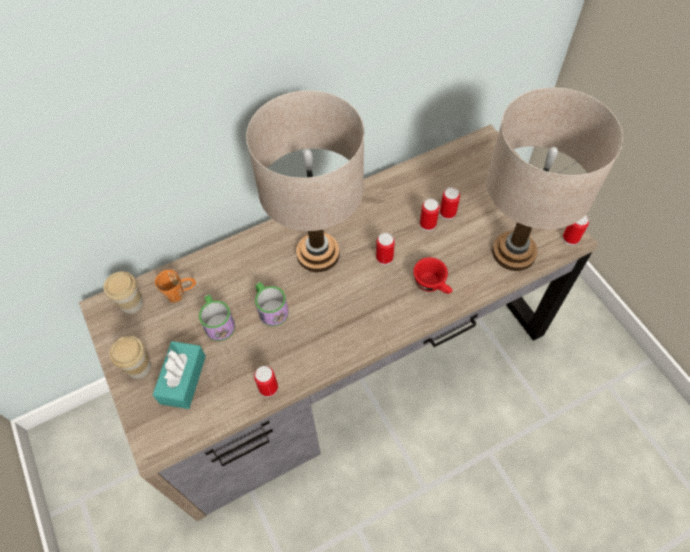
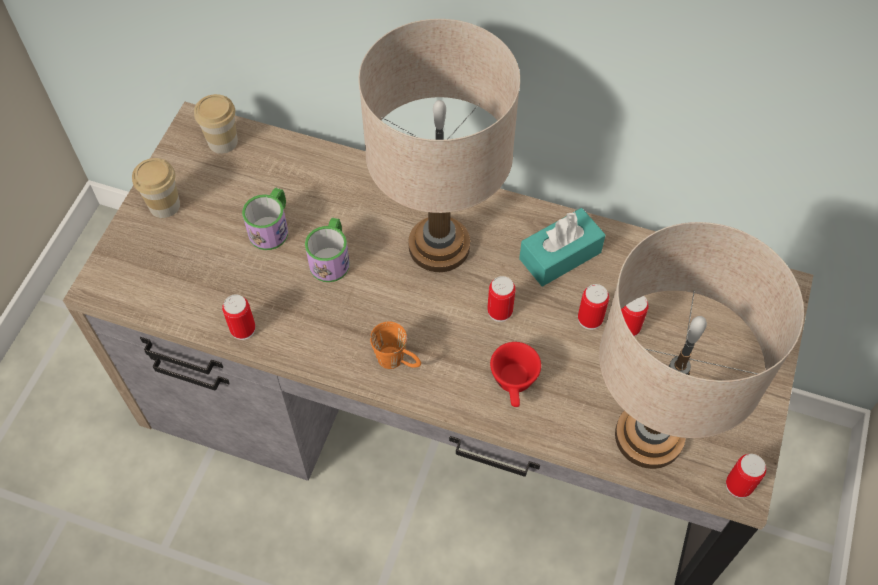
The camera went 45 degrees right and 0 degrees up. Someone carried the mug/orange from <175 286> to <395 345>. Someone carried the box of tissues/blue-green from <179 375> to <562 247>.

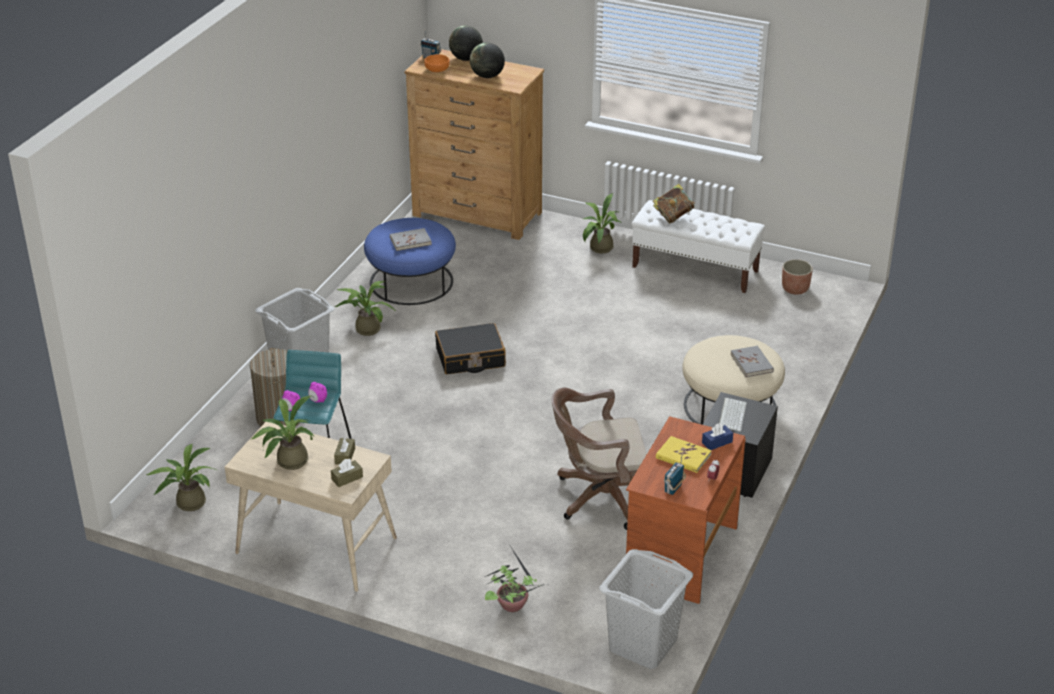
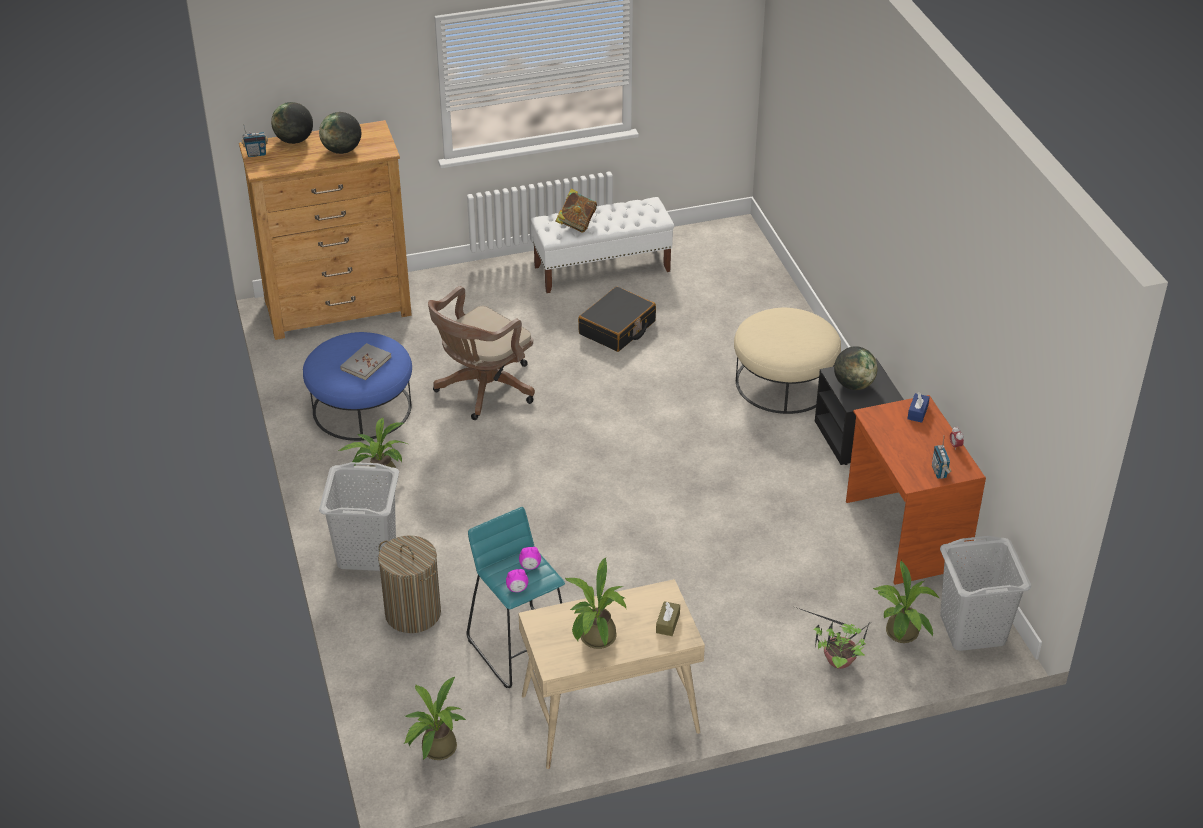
The camera went 40 degrees left and 5 degrees up. Someone took away the deep dish/orange at <437 63>. Someone carried the houseplant from <601 223> to <906 601>. Someone took away the planter at <797 277>. Someone carried the travel case/black from <470 348> to <617 319>. Someone took away the volume/gray at <752 361>. Someone carried the office chair/brownish from <599 459> to <481 353>. Someone swapped the computer keyboard at <733 415> for the globe at <856 368>. Someone took away the box of tissues/brownish at <344 450>. Someone took away the volume/yellow-coloured at <684 454>.

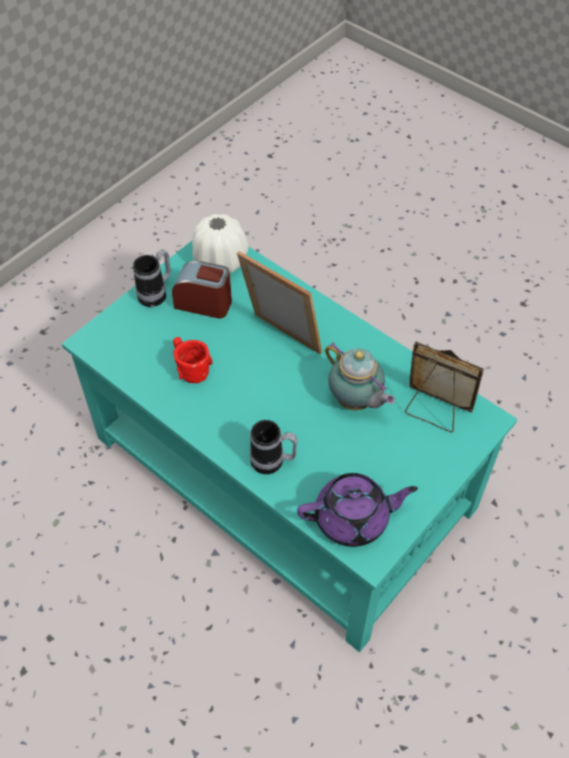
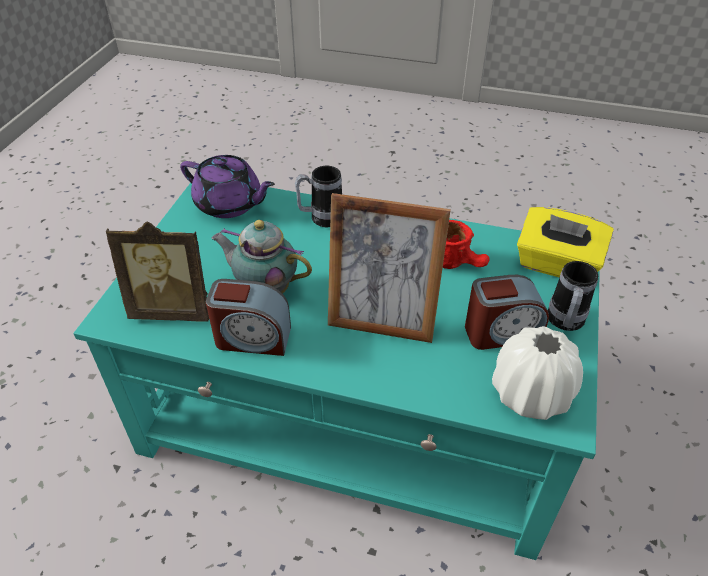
The camera went 155 degrees right and 10 degrees down. Someone rotated the tea pot/purplish at <357 510> by 120 degrees counterclockwise. Someone put down the box of tissues/yellow-coloured at <565 242>. Someone put down the bedside clock at <248 317>.

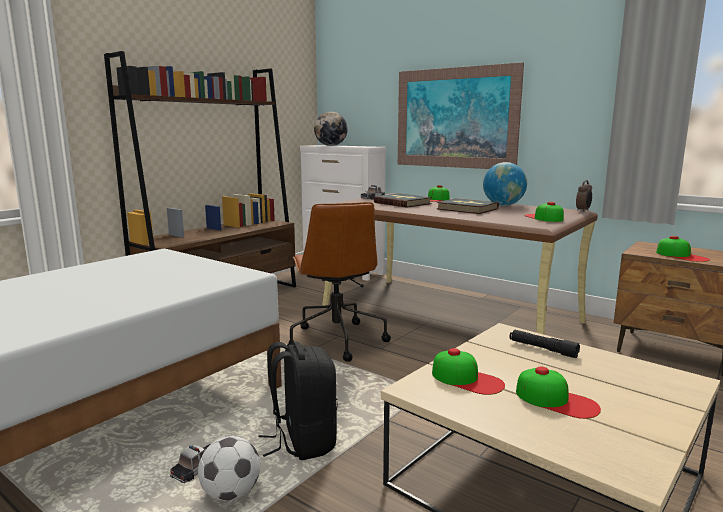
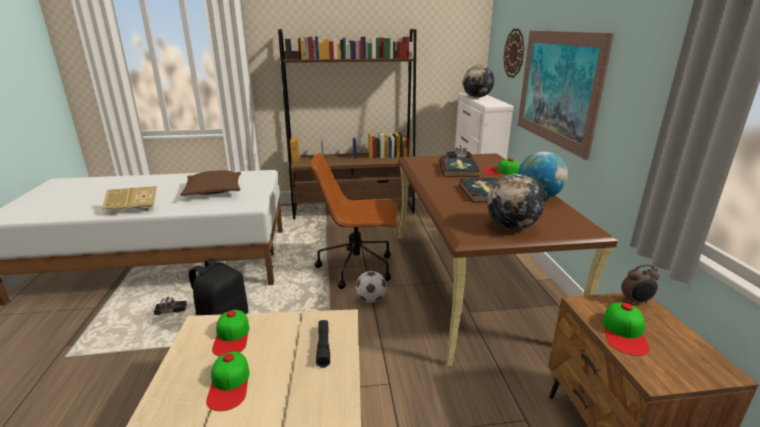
The camera went 45 degrees right and 10 degrees up. Someone carried the bedside clock from <584 196> to <640 284>. Someone rotated the office chair/brownish at <339 282> by 60 degrees clockwise. Someone swapped the cap at <544 212> for the globe at <516 202>. Someone carried the football from <229 468> to <371 287>. Someone put up the wall clock at <514 53>. Someone put down the throw pillow/brownish at <210 183>. Someone put down the volume at <129 200>.

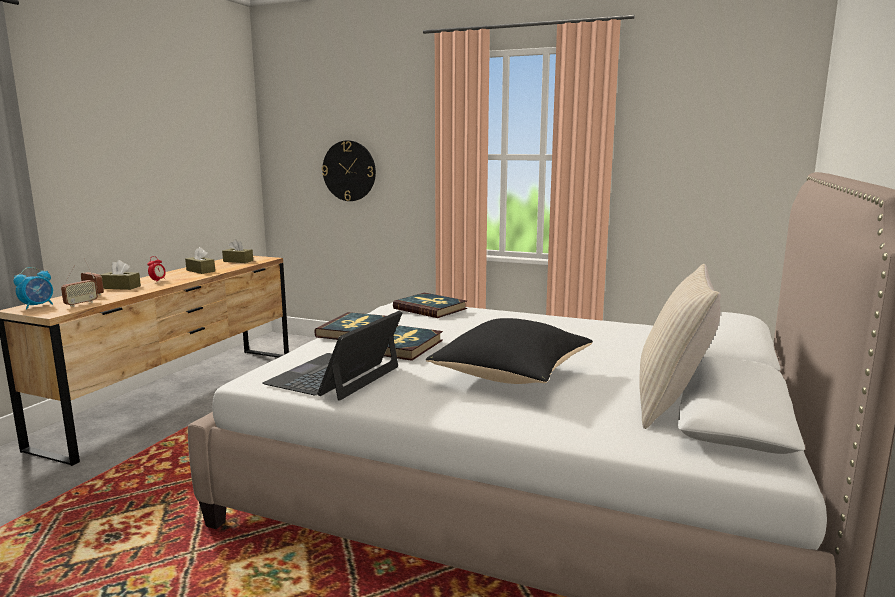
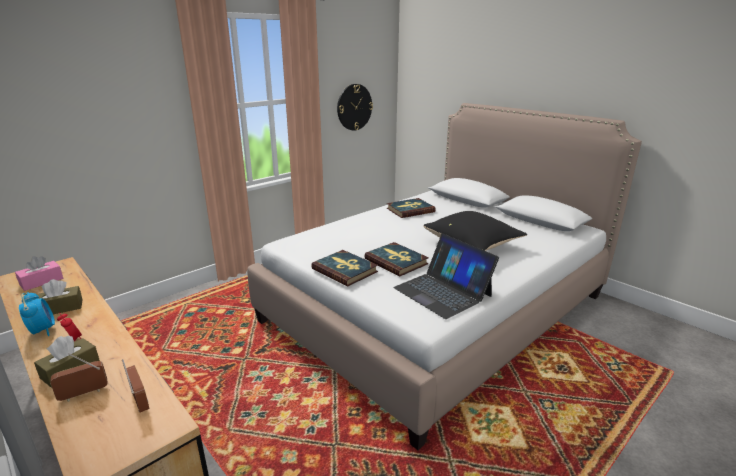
The camera went 65 degrees left and 10 degrees up. Someone carried the wall clock from <349 170> to <355 107>. Someone repainted the box of tissues/brownish at <237 251>, which became the box of tissues/pink-coloured at <39 273>. Someone took away the throw pillow/beige at <680 346>. Someone carried the bedside clock from <33 288> to <37 314>. Someone carried the volume from <430 305> to <411 208>.

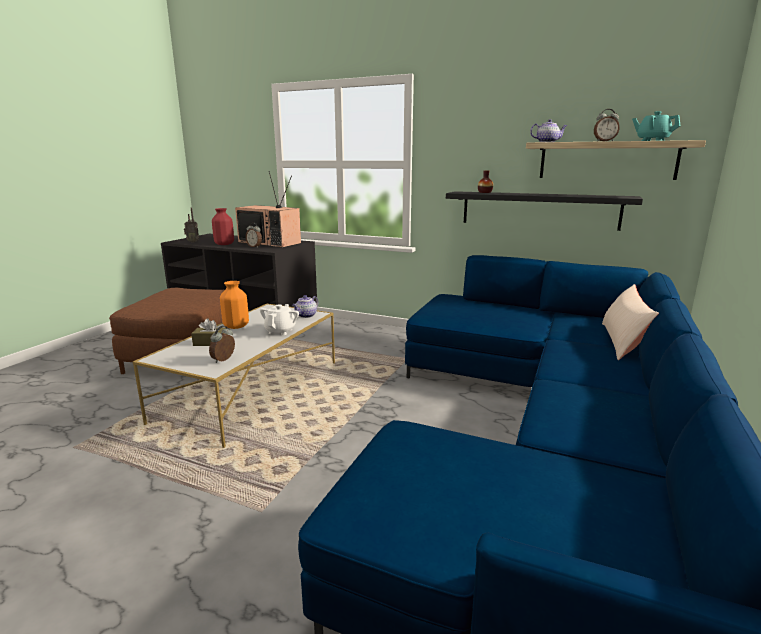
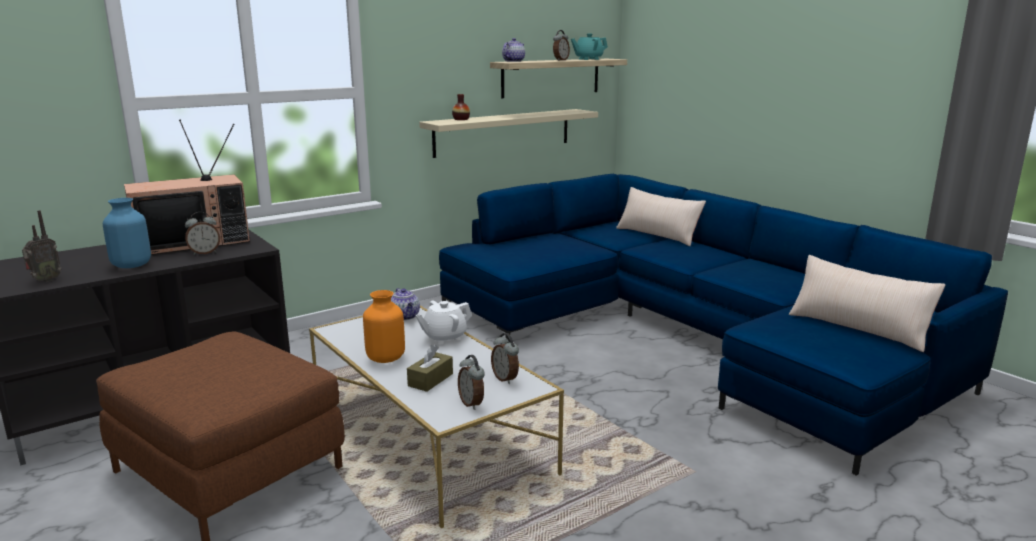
The camera went 60 degrees left and 0 degrees up. Someone repainted the bracket shelf/black at <544 211>, which became the bracket shelf/beige at <508 133>. Someone repainted the vase/red at <223 226>, which became the vase/blue at <127 233>. Someone rotated the tea pot/white-coloured at <279 319> by 75 degrees counterclockwise. Someone put down the throw pillow/beige at <867 303>. Someone put down the bedside clock at <471 382>.

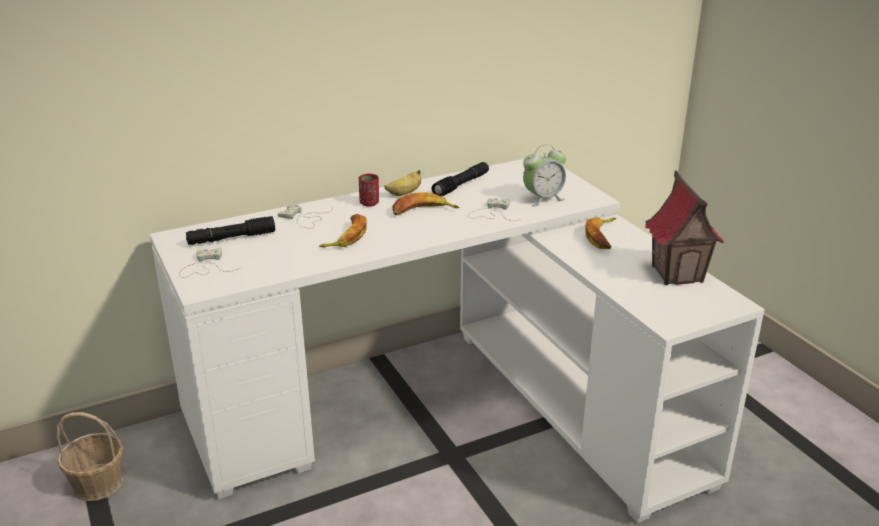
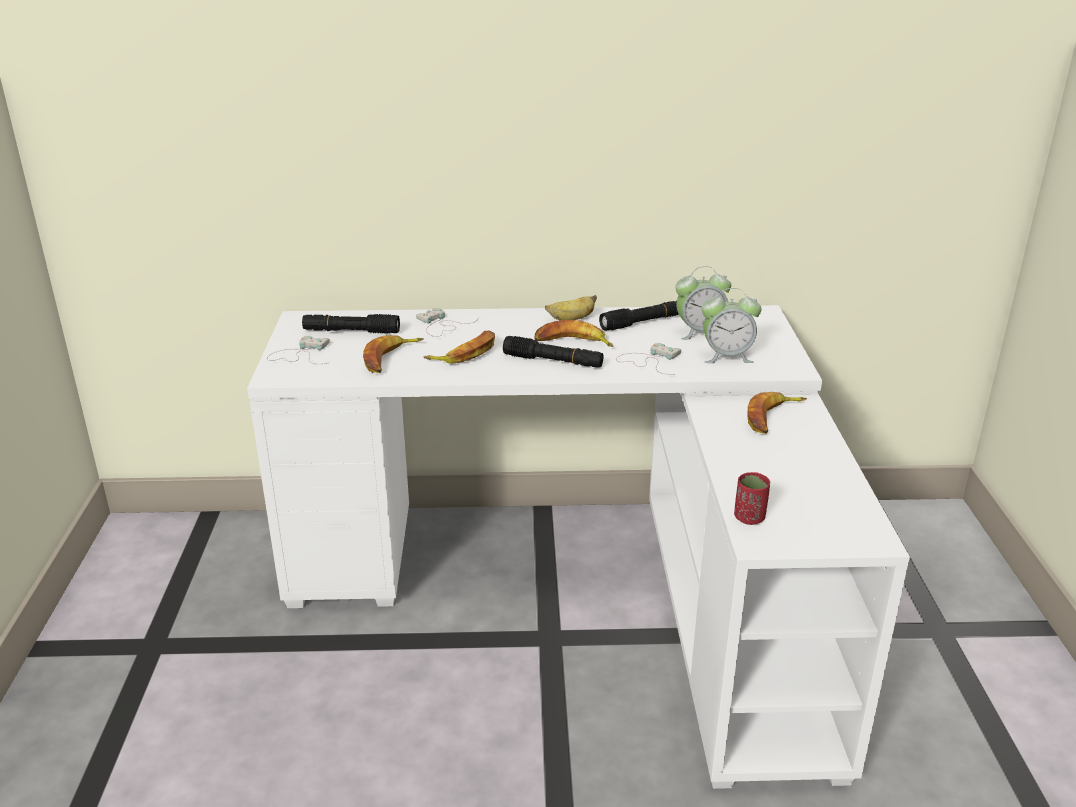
The camera went 25 degrees right and 0 degrees up. Someone took away the toy house at <684 227>. Someone carried the drinking cup/red from <369 190> to <752 498>. Someone took away the basket at <90 456>. Someone put down the bedside clock at <703 303>. Someone put down the banana at <393 354>. Someone put down the flashlight/black at <553 352>.

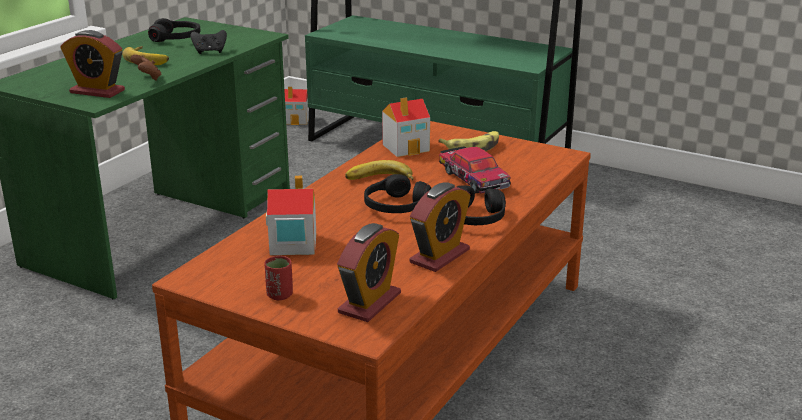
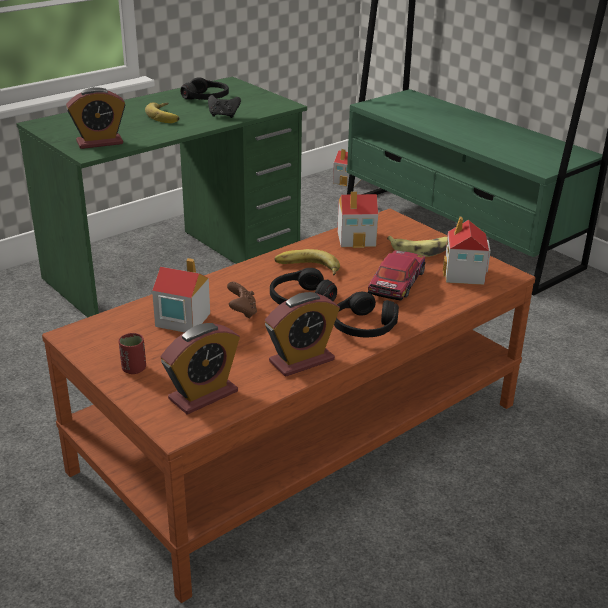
The camera went 20 degrees right and 5 degrees up. Someone rotated the bedside clock at <92 64> by 60 degrees counterclockwise. Someone carried the gamepad/brownish from <145 67> to <242 300>. Someone rotated the model car at <475 170> by 150 degrees counterclockwise. Someone put down the toy house at <467 250>.

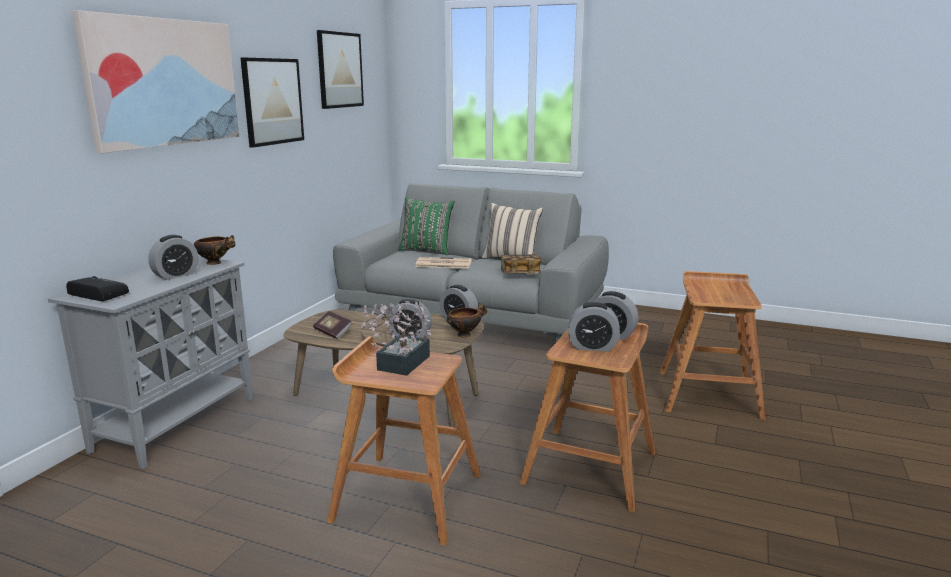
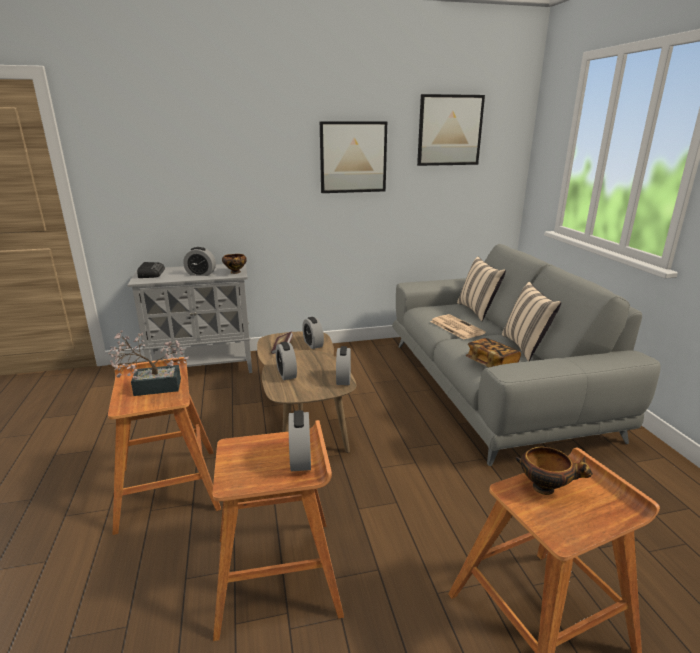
The camera went 55 degrees right and 5 degrees up. Someone took away the picture at <156 81>. Someone repainted the throw pillow/green-coloured at <426 226>, which became the throw pillow/beige at <481 288>. Someone carried the bedside clock from <594 327> to <313 333>. Someone carried the deep dish from <466 320> to <554 471>.

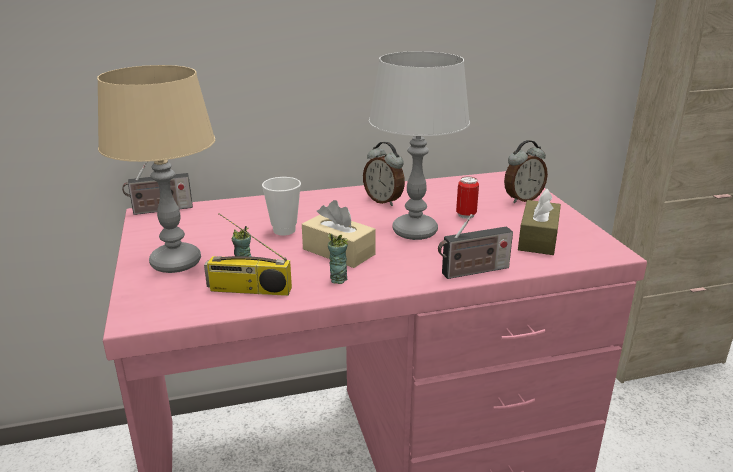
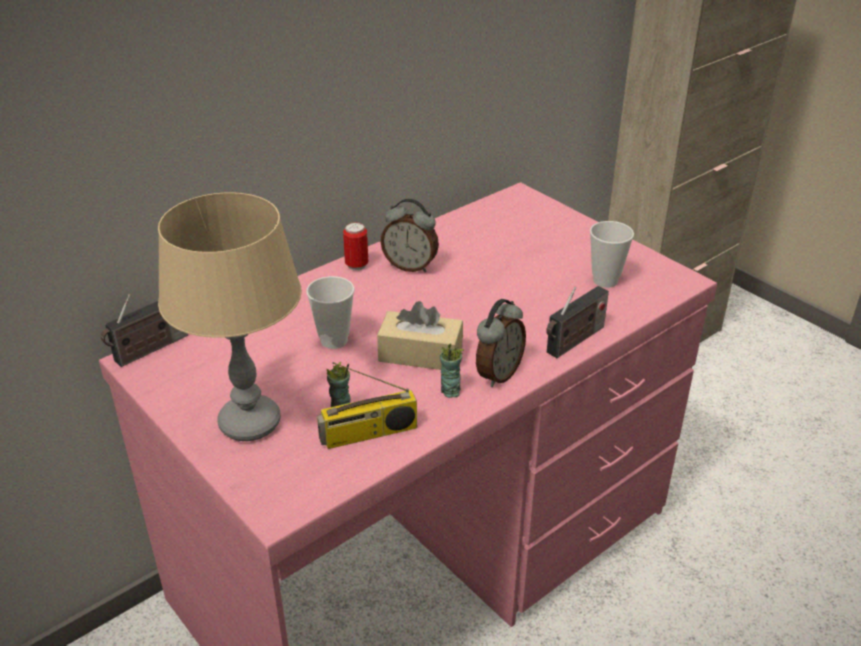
The camera went 25 degrees left and 10 degrees up. Someone took away the lamp for a table/gray at <419 145>. Someone carried the bedside clock from <526 171> to <501 343>. Someone carried the metal can from <467 198> to <355 246>. Someone swapped the box of tissues/brownish at <539 221> for the drinking cup at <612 254>.

